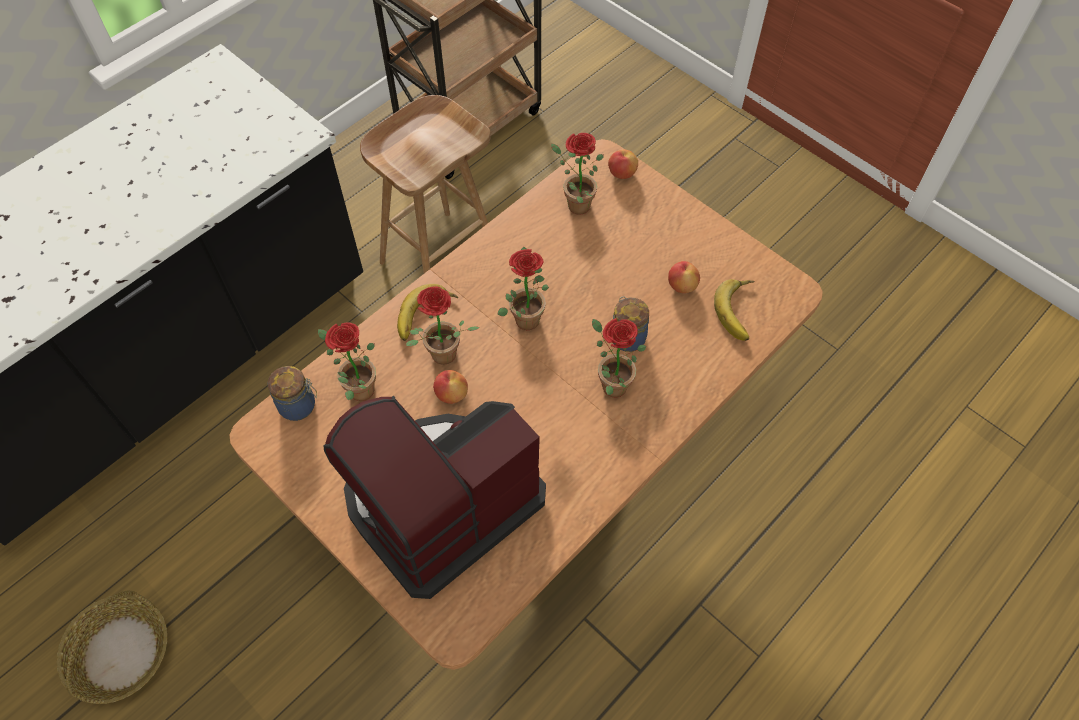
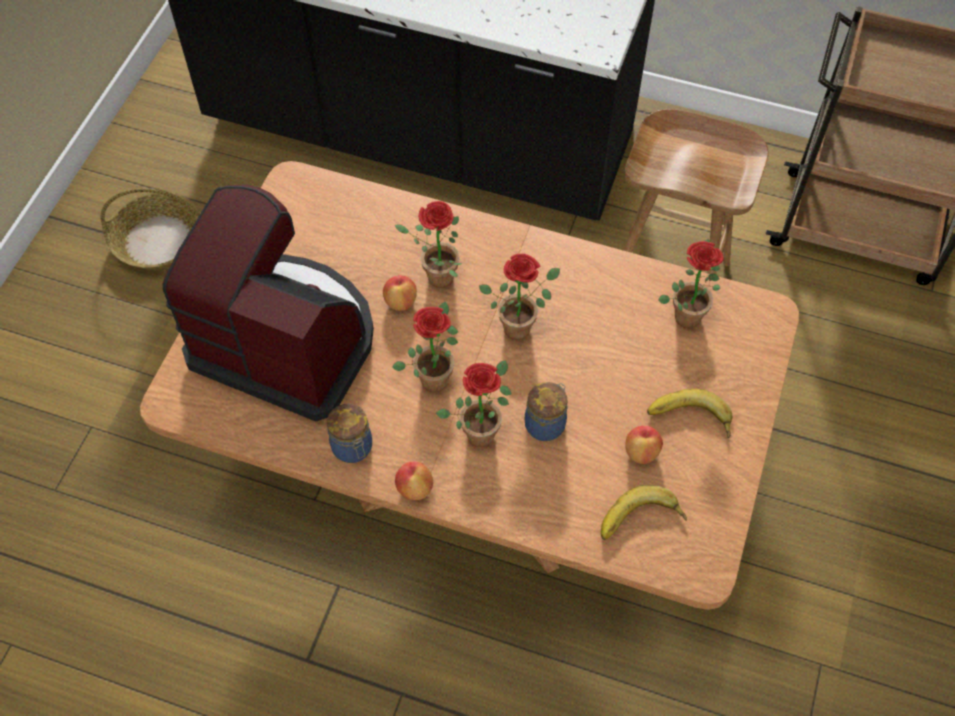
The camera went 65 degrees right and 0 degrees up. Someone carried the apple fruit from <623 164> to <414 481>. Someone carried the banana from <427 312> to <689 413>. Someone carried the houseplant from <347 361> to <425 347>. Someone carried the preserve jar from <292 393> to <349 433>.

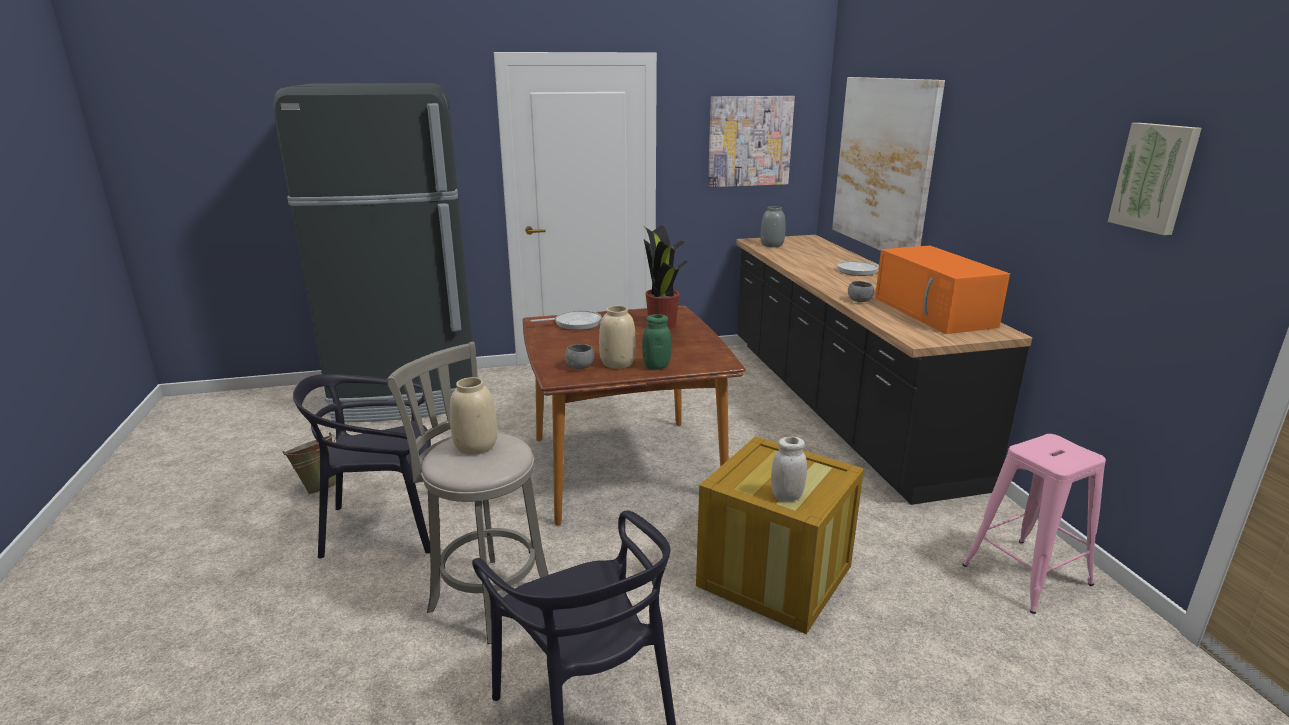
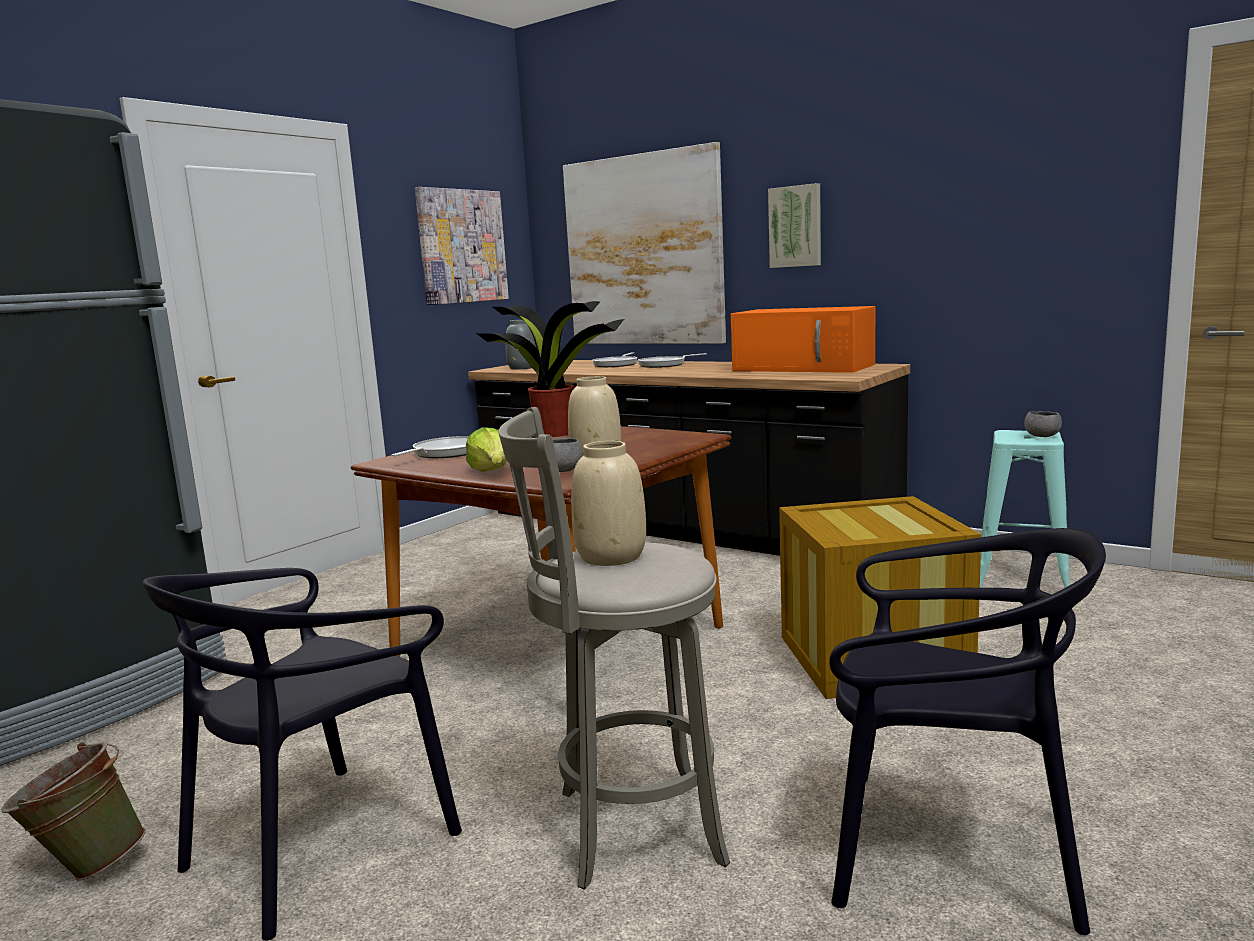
The camera went 40 degrees left and 10 degrees down. Someone carried the picture from <1155 179> to <794 225>. Someone carried the deep dish/gray from <861 291> to <1043 424>. Someone took away the preserve jar/green-coloured at <657 342>. Someone repainted the sitting stool/pink-coloured at <1034 524>, which became the sitting stool/blue-green at <1025 509>. Someone took away the preserve jar/white-coloured at <789 469>. Someone put down the pan at <615 359>. Someone put down the lettuce head at <486 449>.

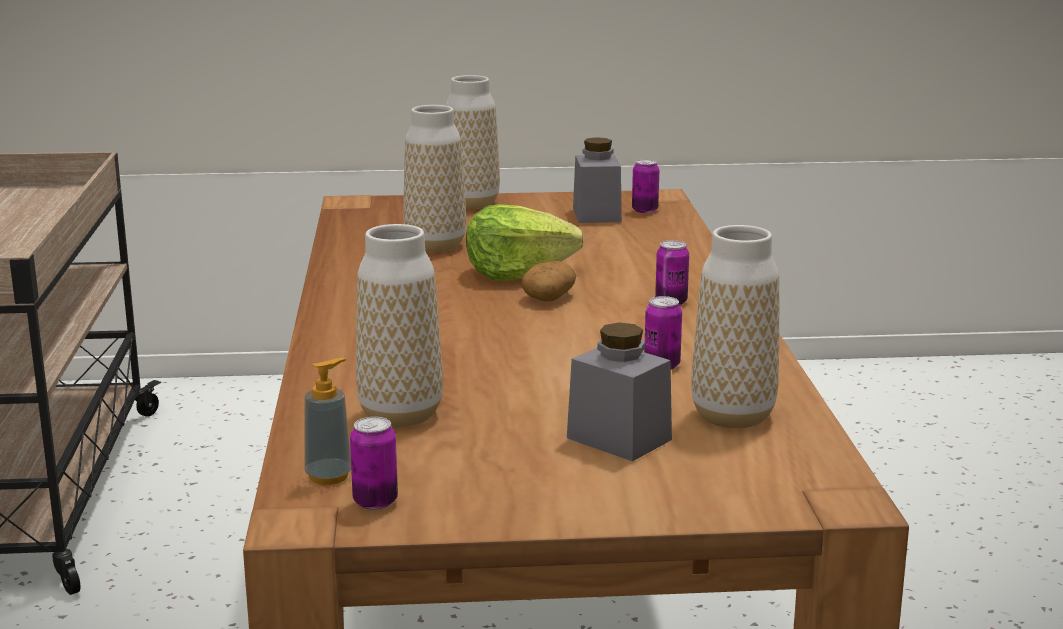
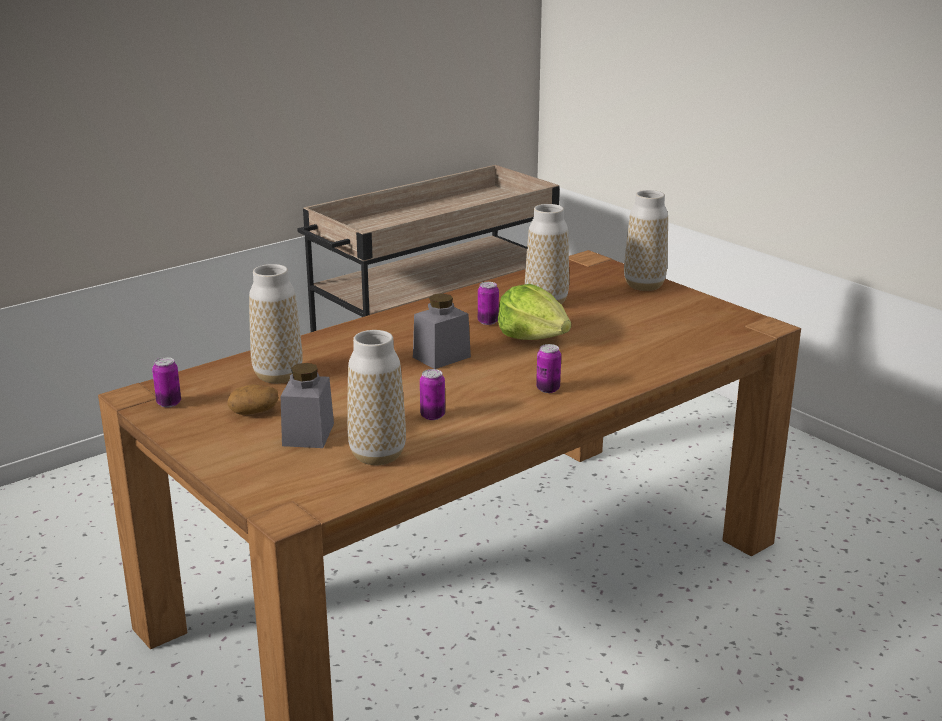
The camera went 55 degrees right and 5 degrees up. Someone carried the preserve jar/gray from <597 180> to <442 331>. Someone carried the metal can from <645 186> to <488 303>. Someone carried the potato from <549 281> to <253 399>. Someone took away the soap bottle at <327 421>.

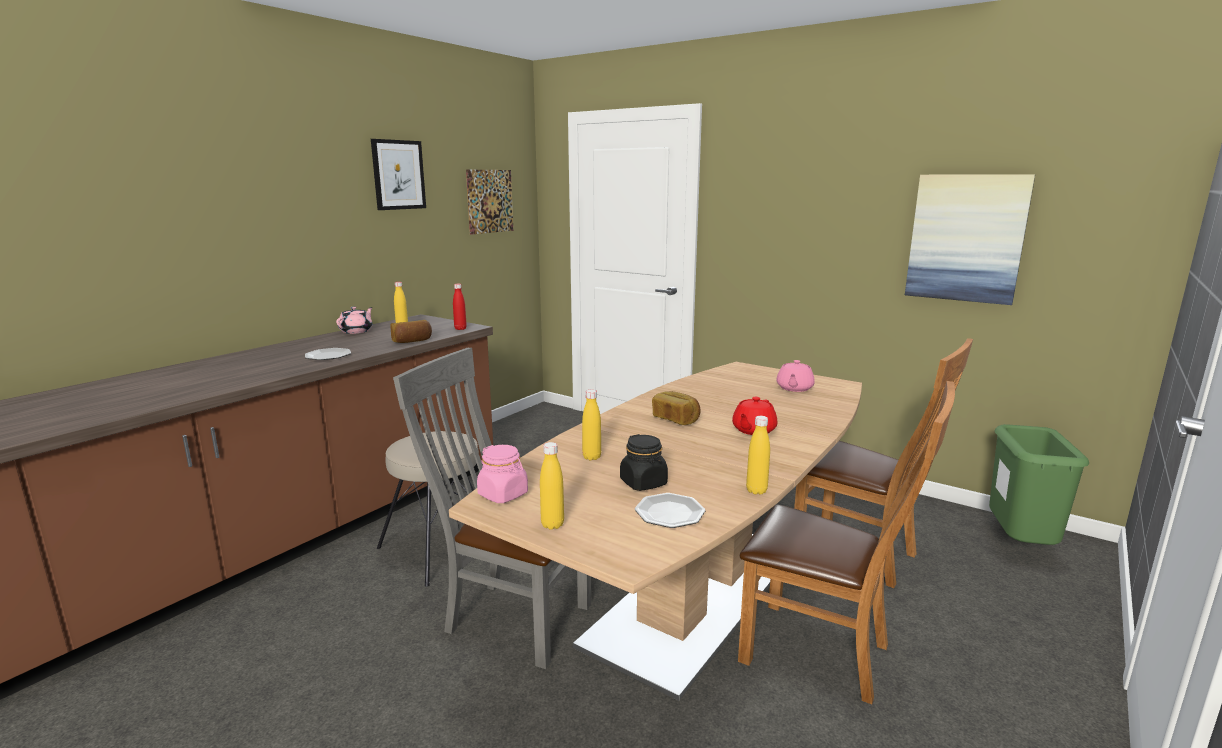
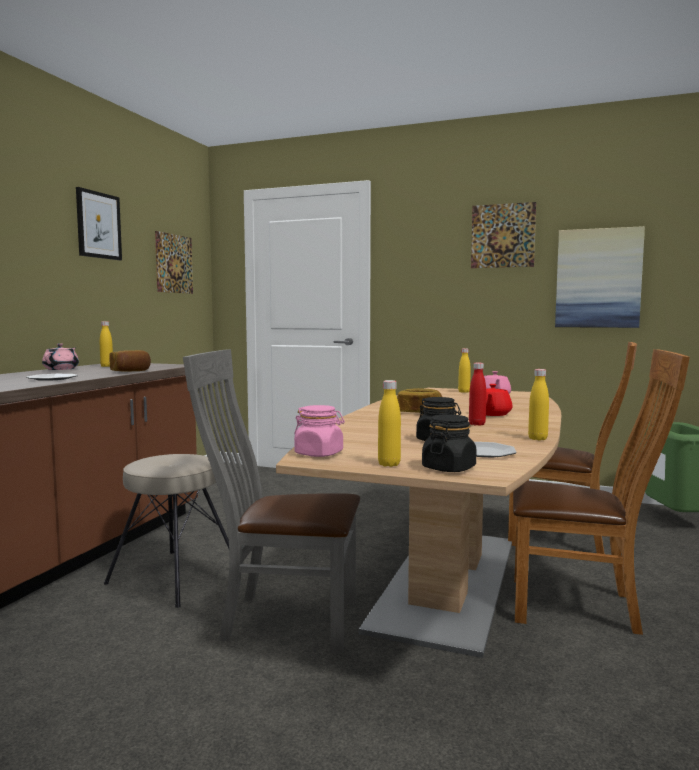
The camera went 15 degrees left and 10 degrees down. Someone carried the drink bottle/red from <460 307> to <477 394>. Someone carried the drink bottle/yellow-coloured from <591 425> to <464 370>. Someone put up the picture at <503 235>. Someone put down the preserve jar/black at <449 443>.

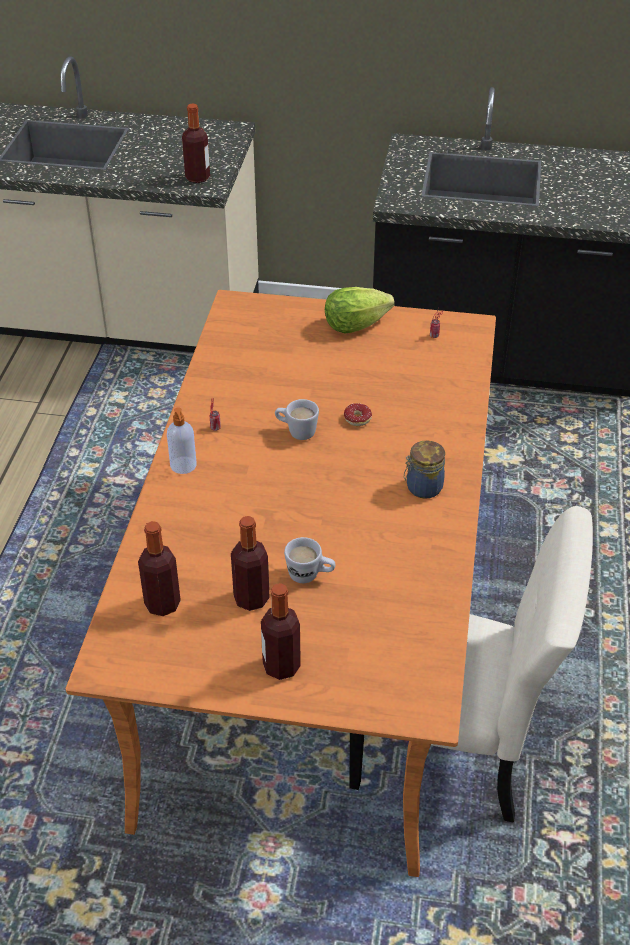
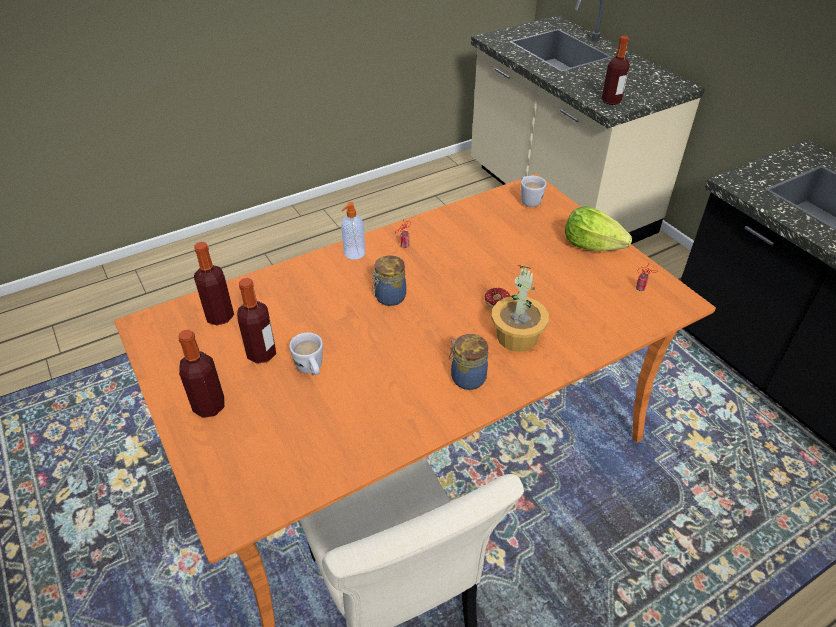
The camera went 50 degrees right and 0 degrees up. Someone carried the mug/white-coloured from <297 419> to <534 191>. Someone put down the preserve jar at <389 280>. Someone put down the houseplant at <520 308>.

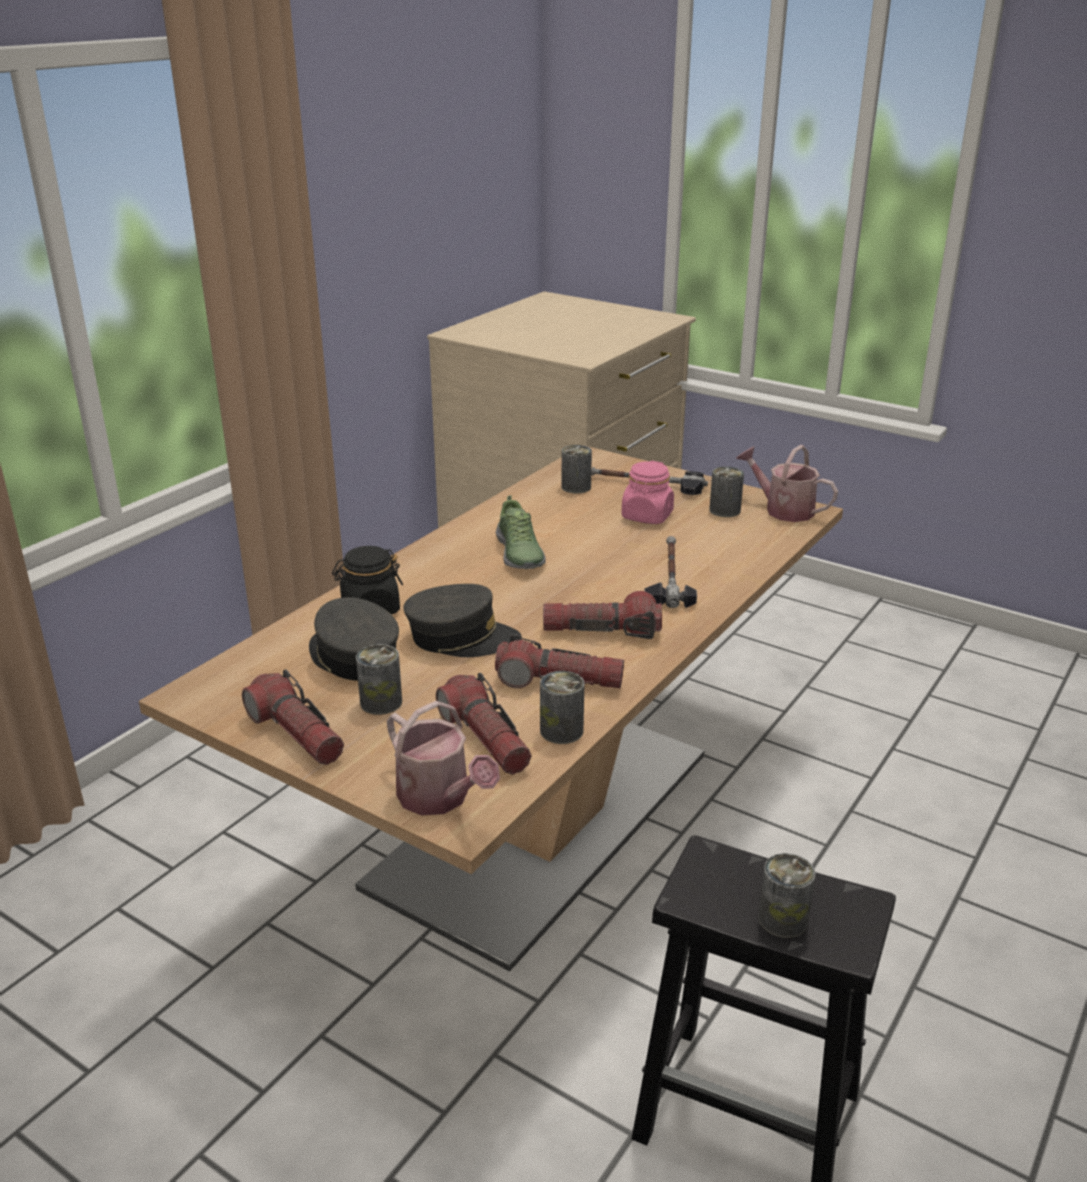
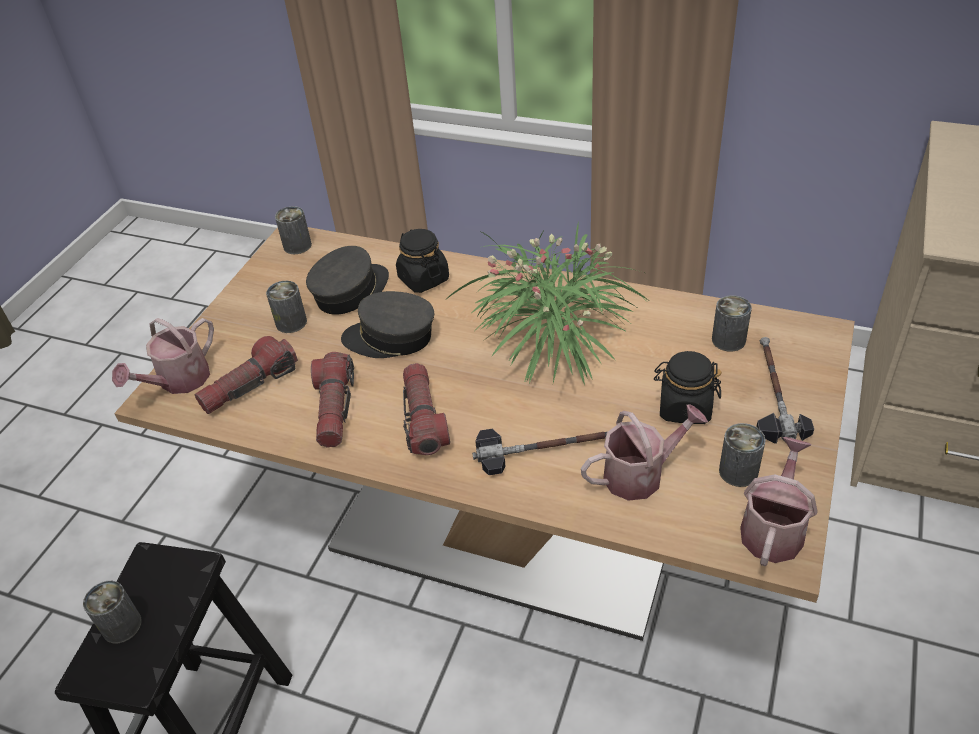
The camera went 80 degrees right and 15 degrees up. Someone repainted the preserve jar/pink-coloured at <647 492>, which became the preserve jar/black at <688 387>. Someone swapped the item of footwear at <520 532> for the houseplant at <548 303>. Someone rotated the cap/gray at <463 620> by 105 degrees clockwise. Someone took away the flashlight at <293 717>. Someone carried the metal can from <562 707> to <293 230>. Someone put down the sprinkling can at <644 453>.

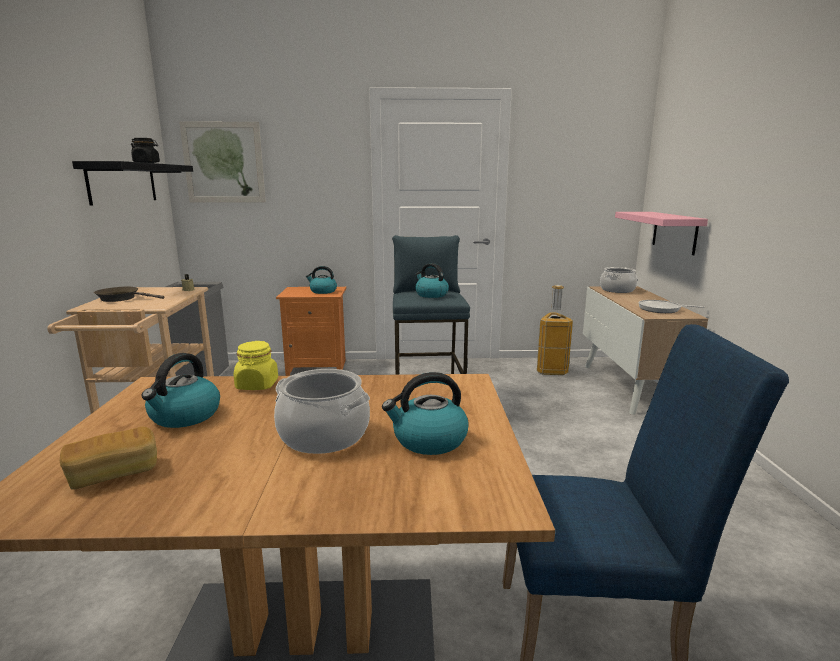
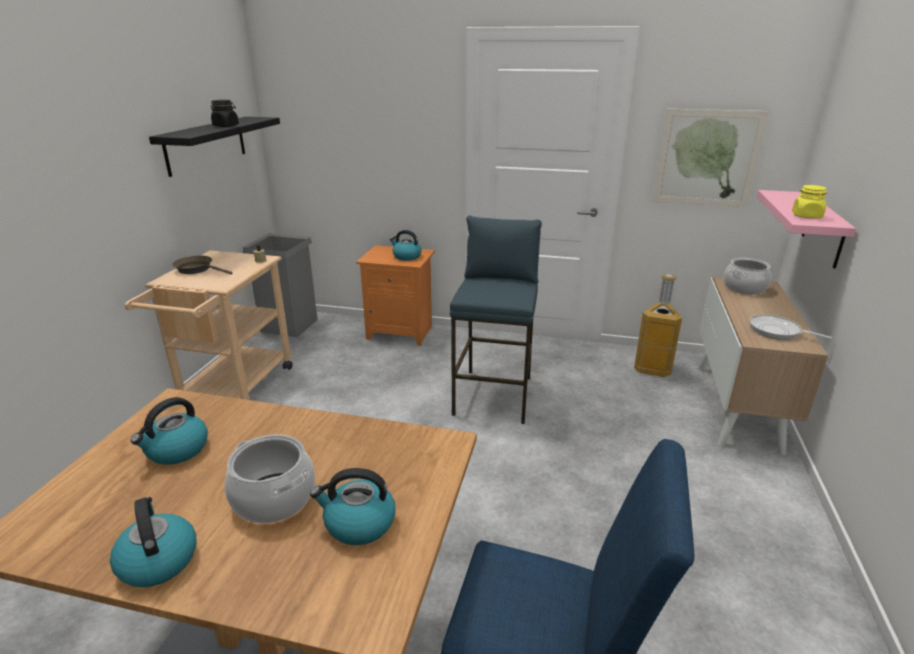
The camera went 15 degrees right and 10 degrees up. Someone carried the picture from <222 162> to <711 158>. Someone carried the tea kettle from <432 280> to <153 542>. Someone carried the preserve jar/yellow-coloured from <256 365> to <809 201>. Someone took away the bread at <108 458>.

